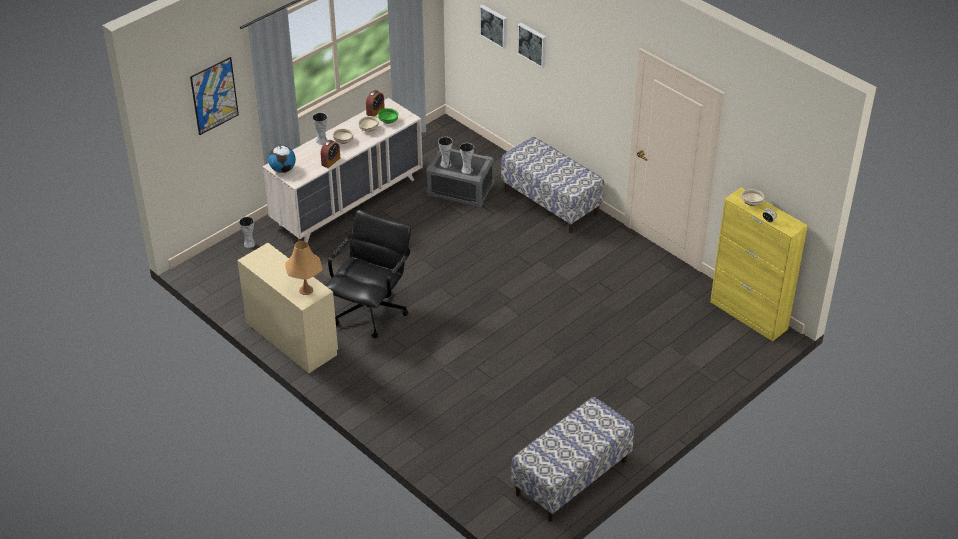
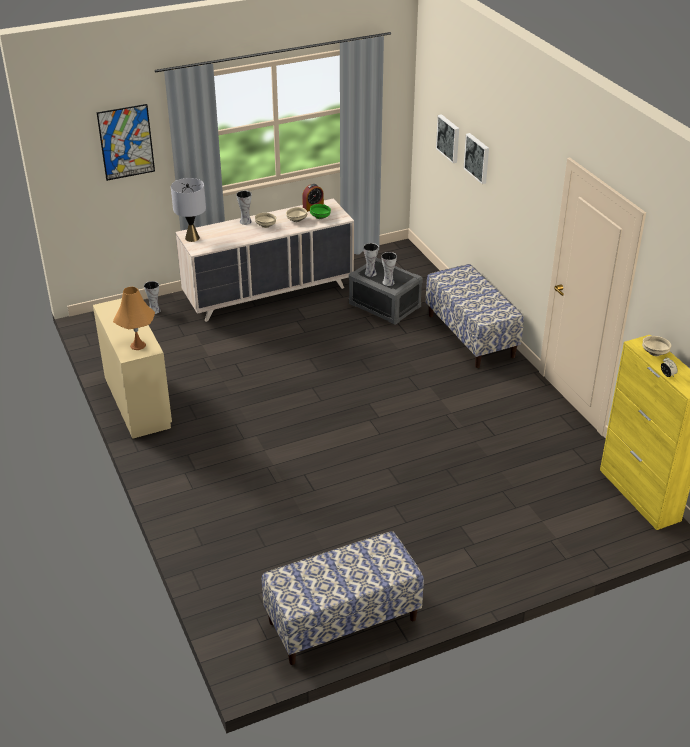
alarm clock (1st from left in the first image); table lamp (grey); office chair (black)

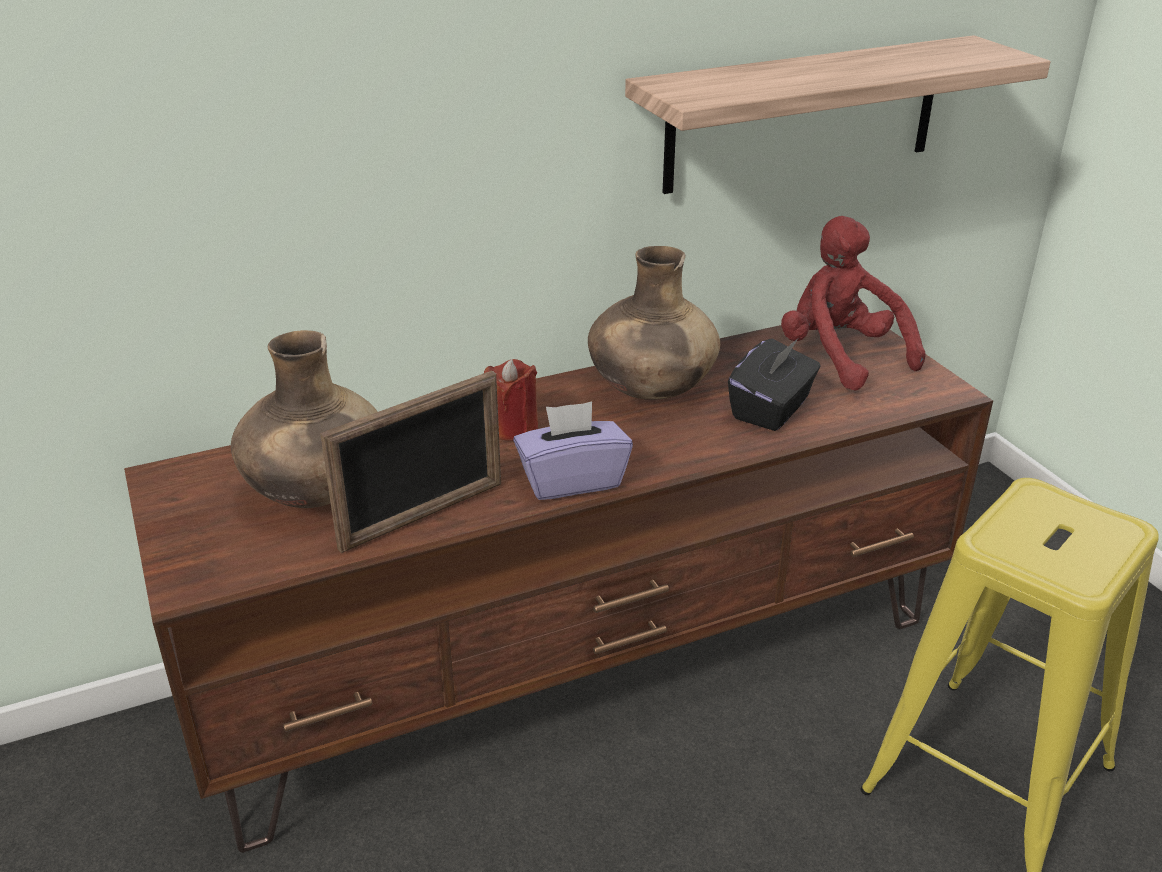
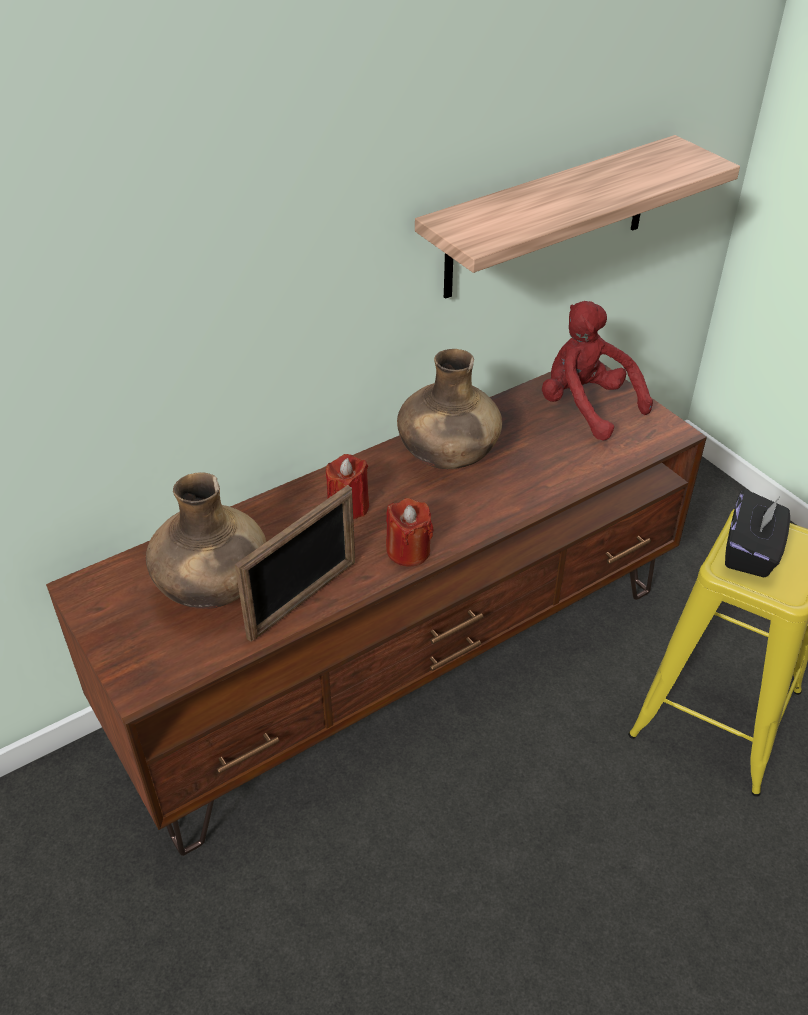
tissue box (black); candle (red) (2nd from left)

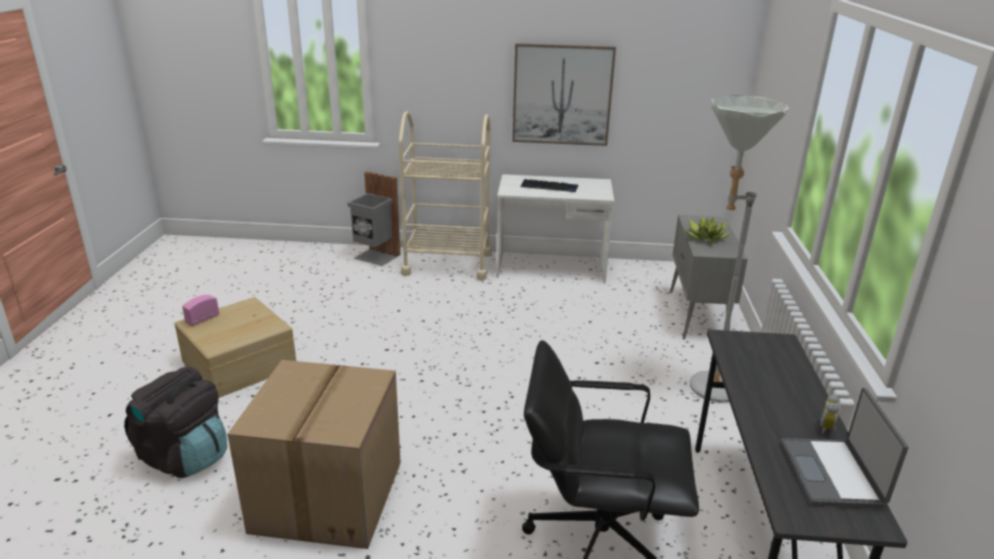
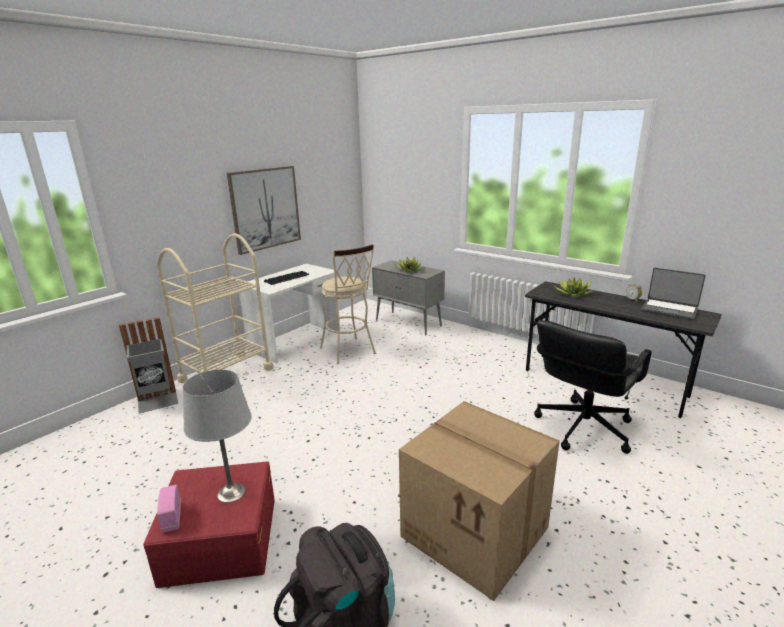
floor lamp (grey); storage box (red); stool (beige); potted plant (2nd from left); table lamp (grey)

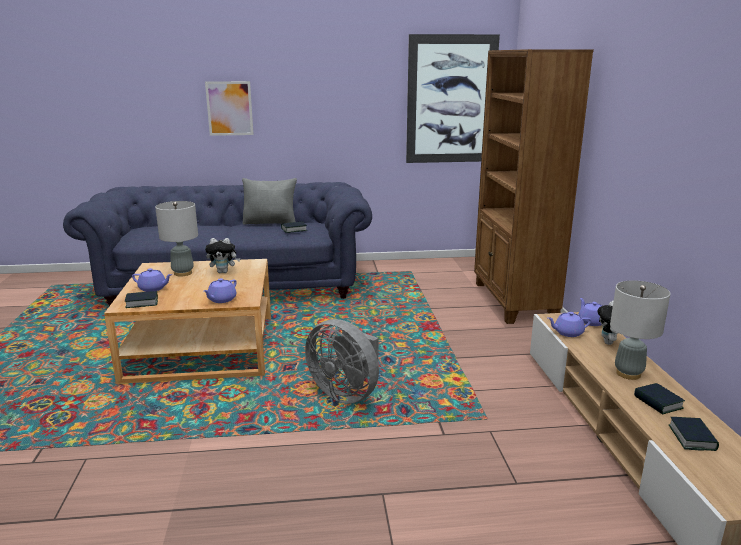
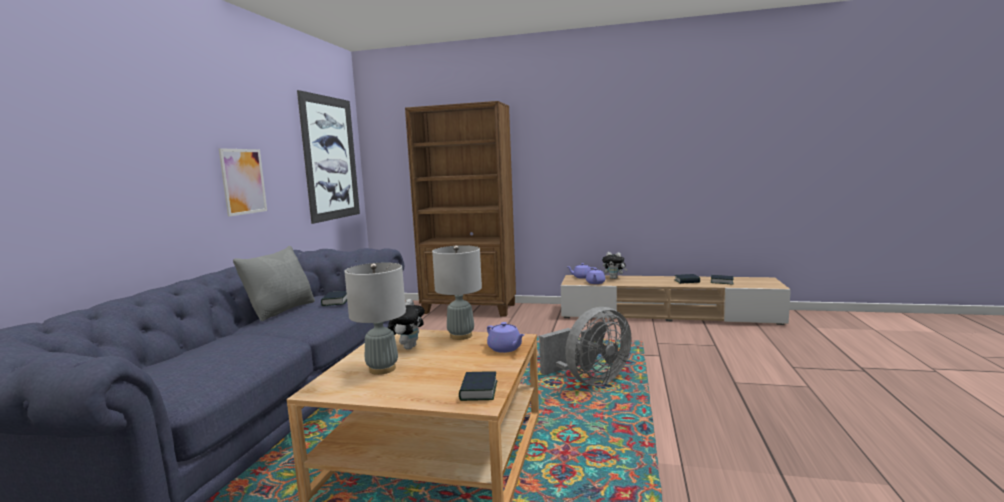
picture (1st from left); teapot (purple) (1st from left in the first image); table lamp (grey) (2nd from left)

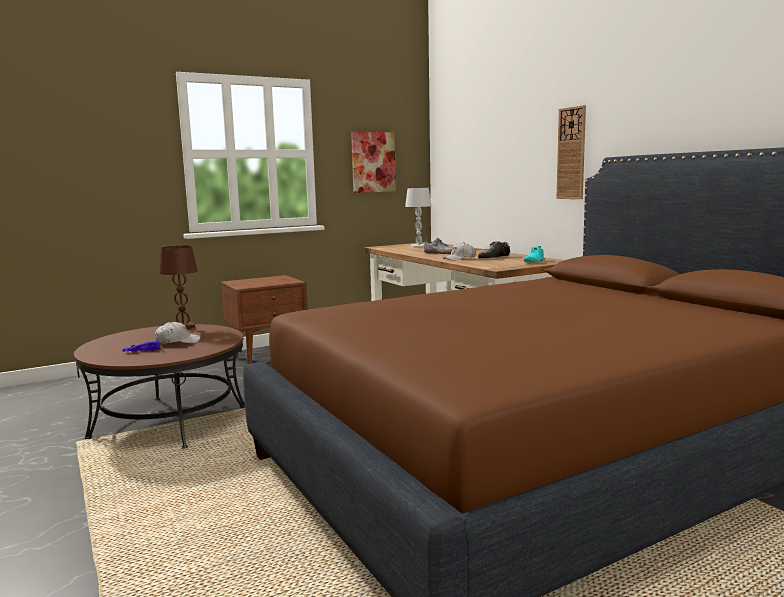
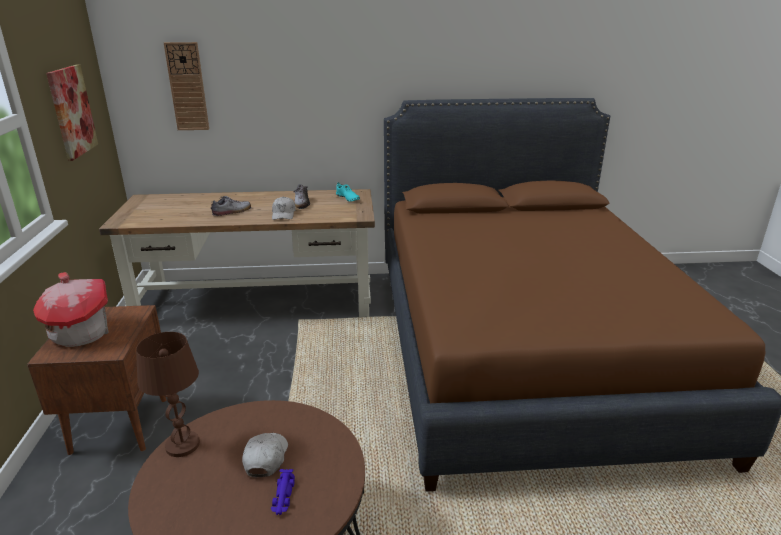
wall clock; table lamp (white); toy house

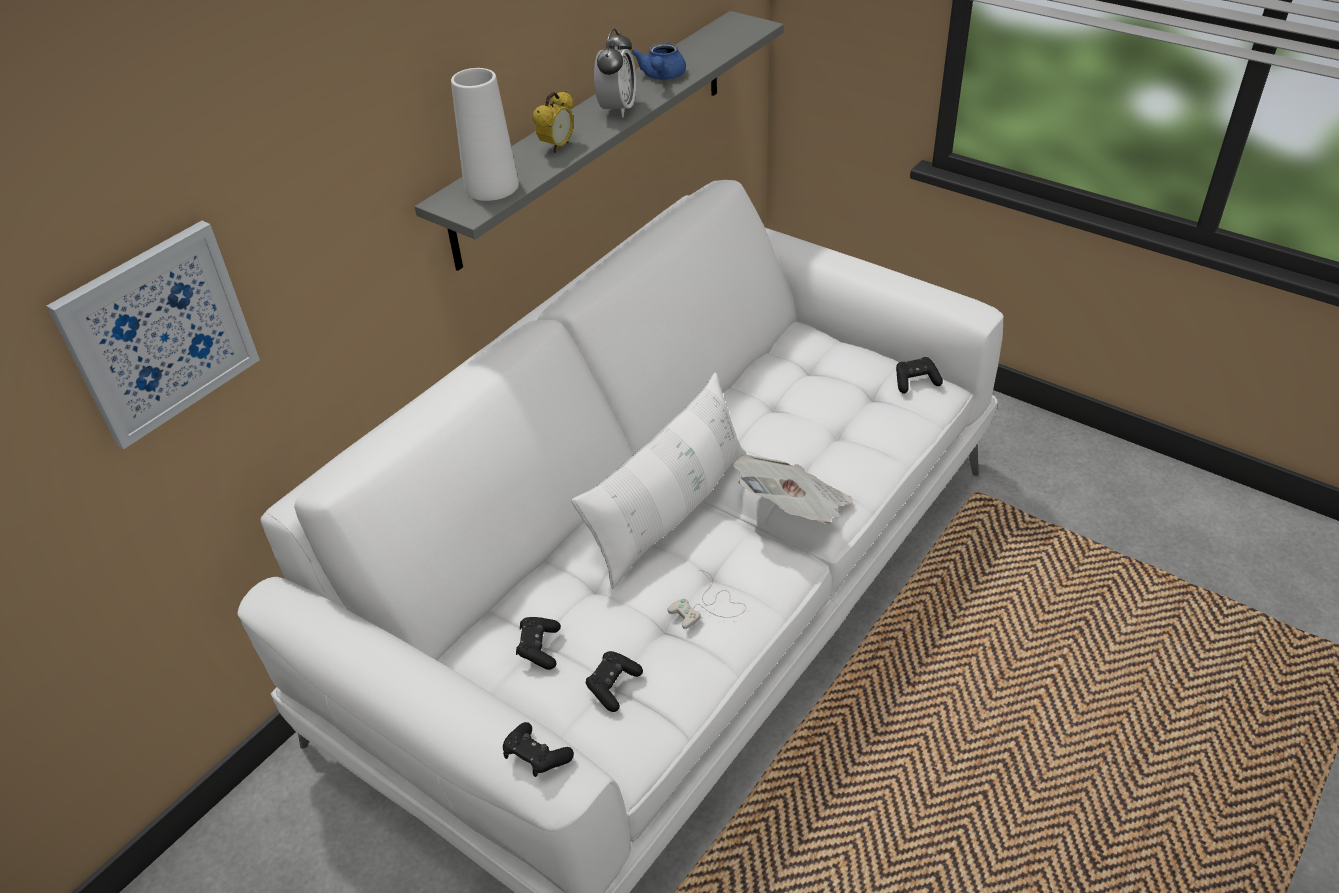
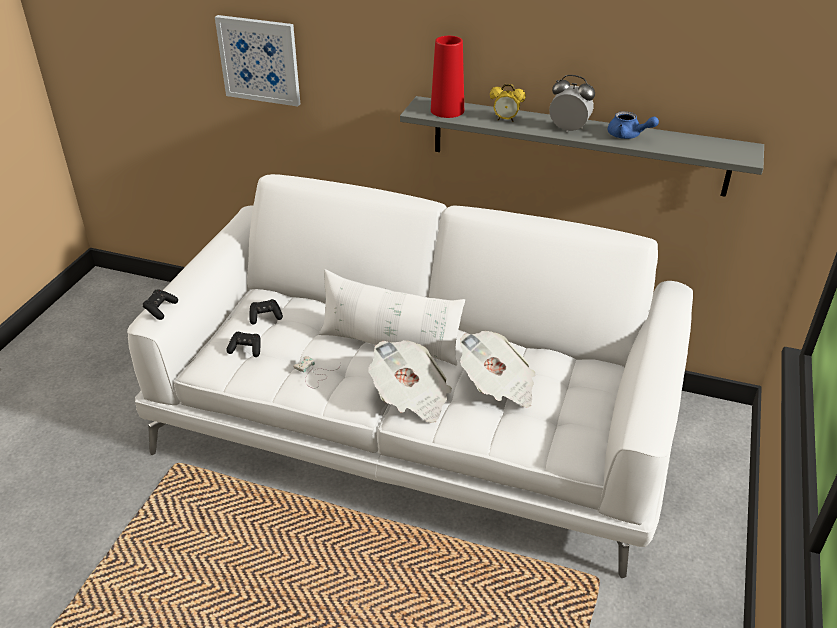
alarm clock (2nd from left); teapot (blue); vase (red); game controller (black) (4th from left in the first image); newspaper (2nd from left)

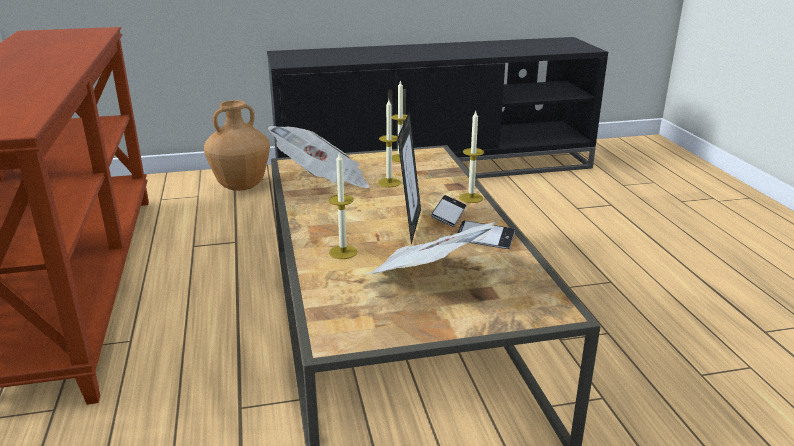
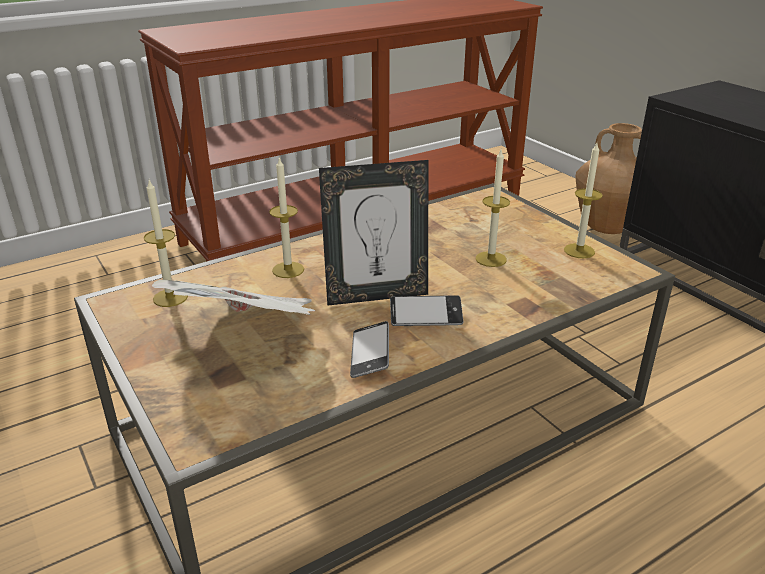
candle (1st from left); newspaper (1st from left in the first image)

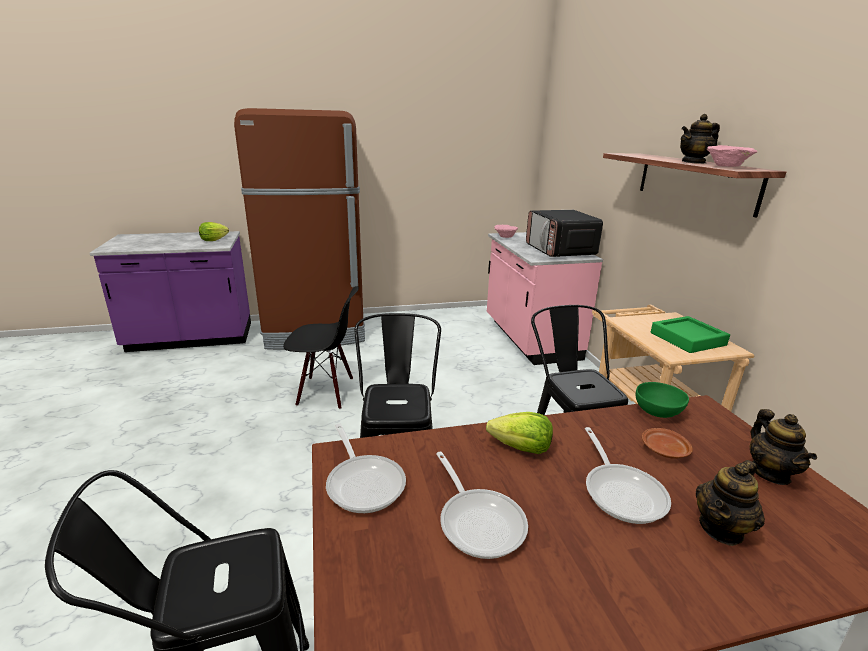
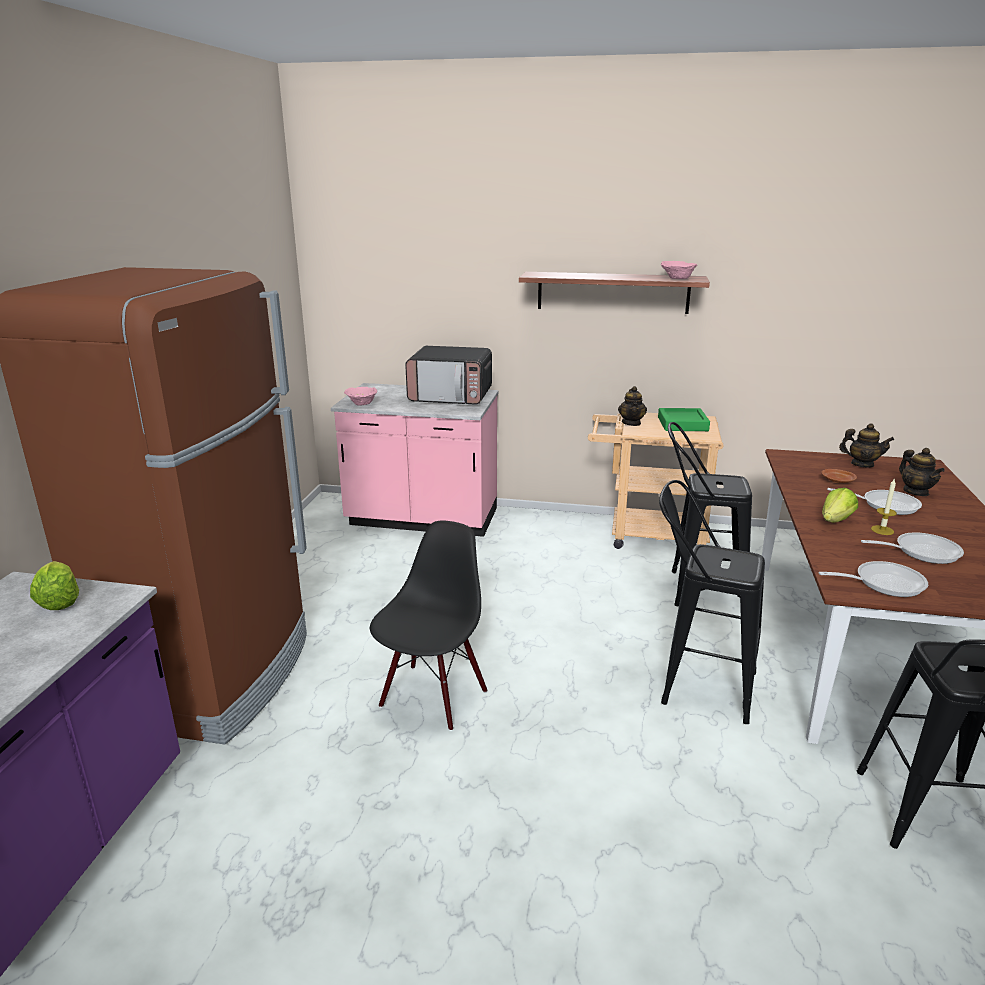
teapot (1st from left); bowl (green); candle

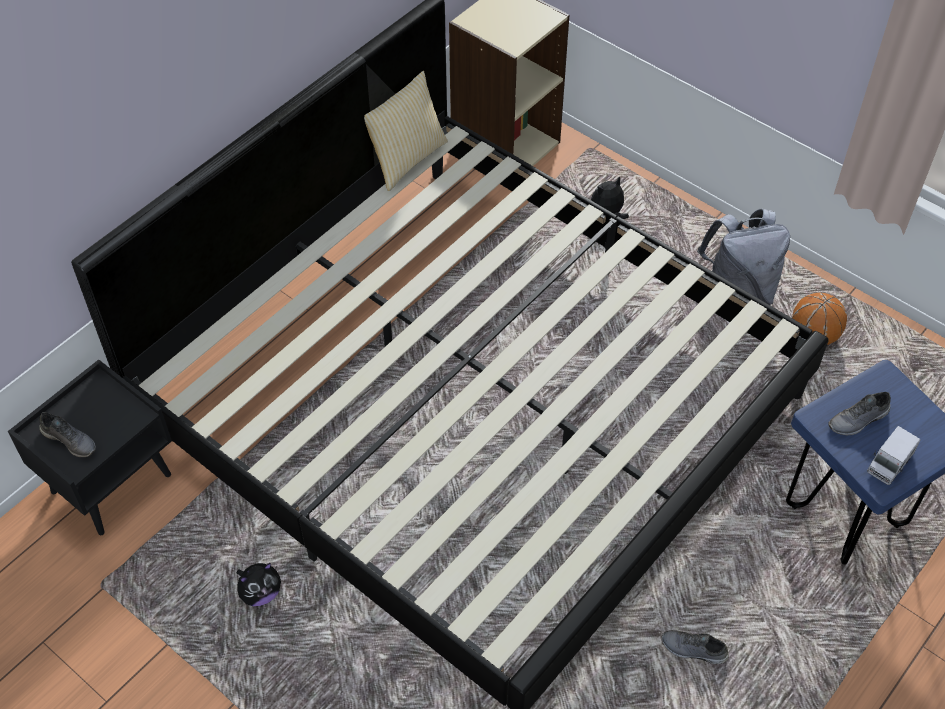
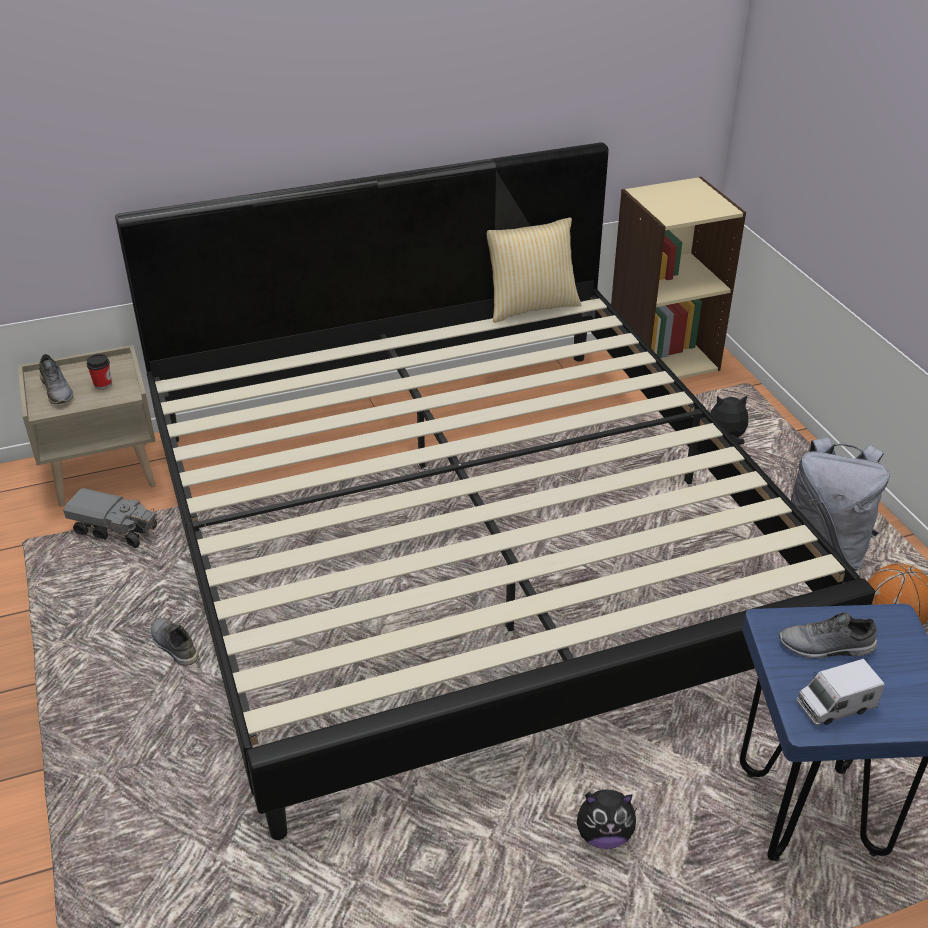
nightstand (beige); plush toy (1st from left); shoe (grey) (2nd from left); cup; toy truck (1st from left)

